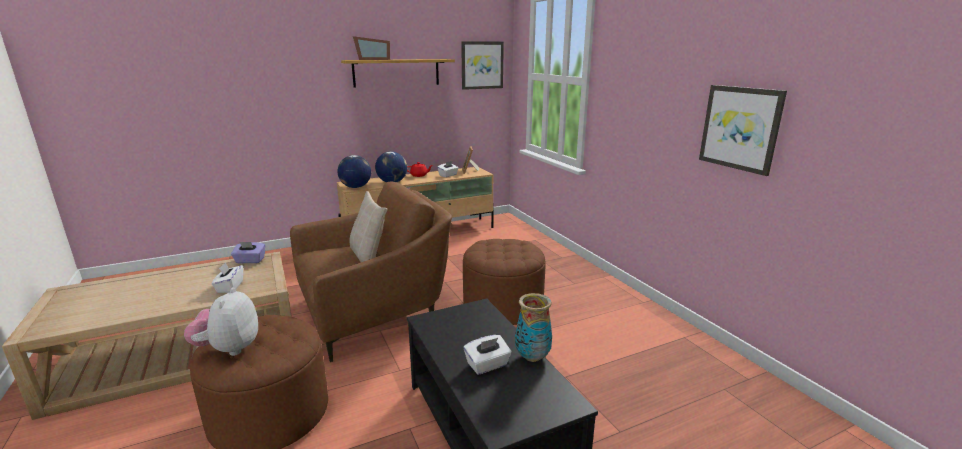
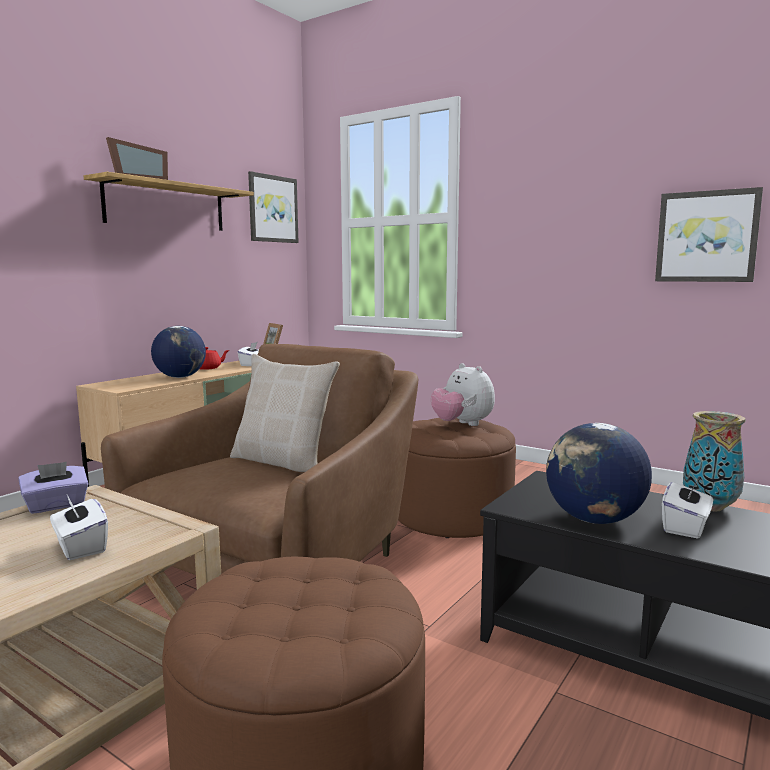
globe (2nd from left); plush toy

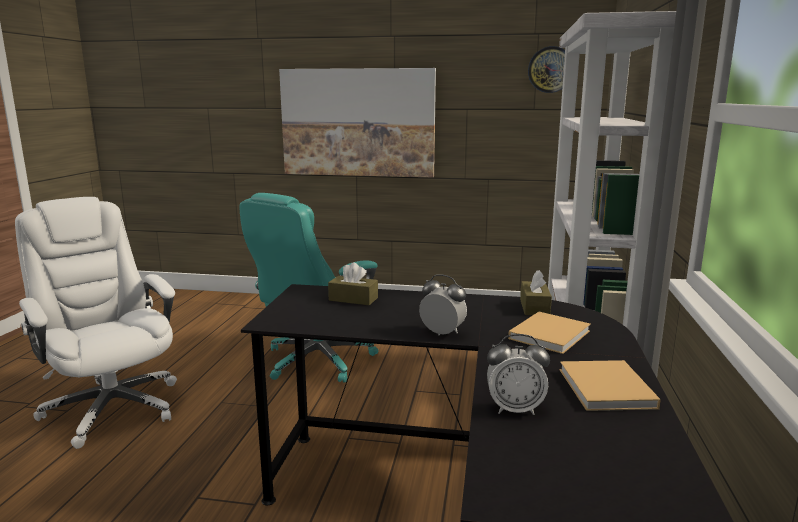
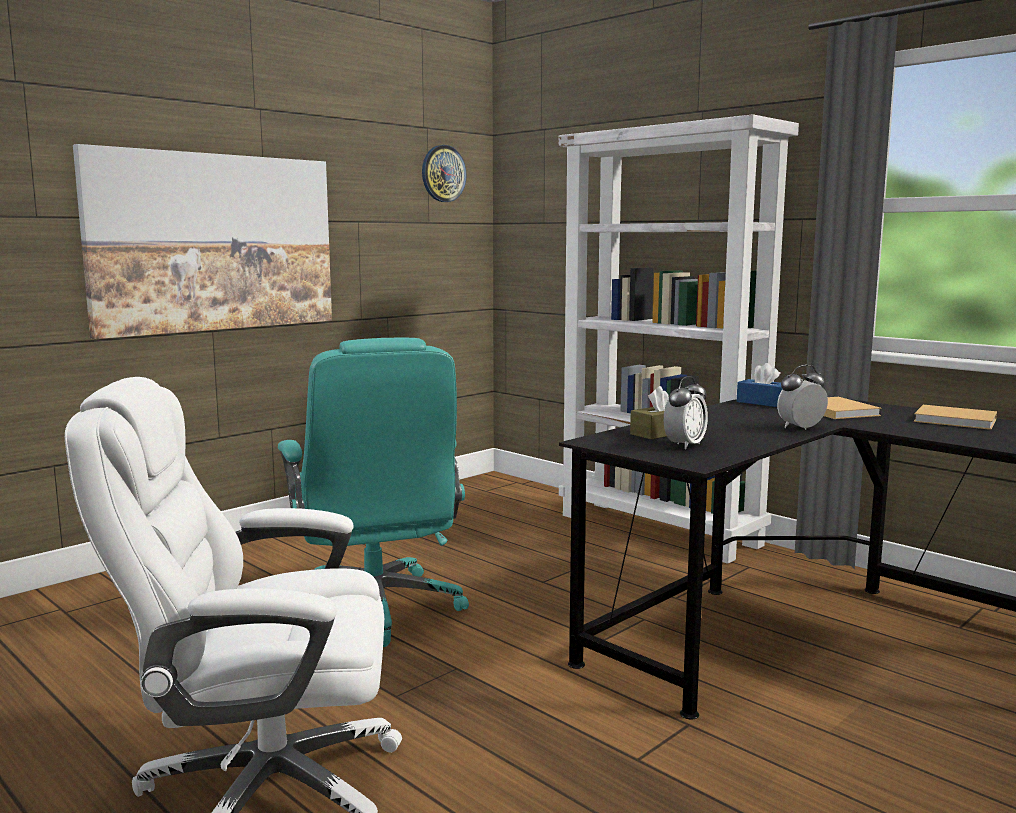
tissue box (blue); alarm clock (1st from left)

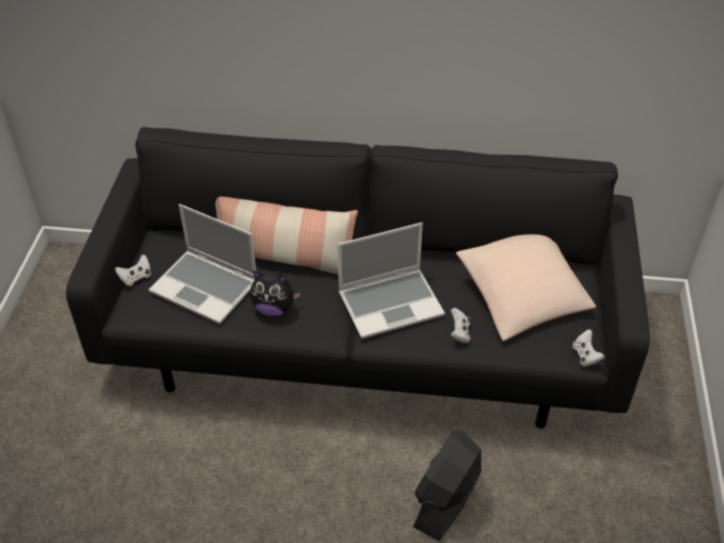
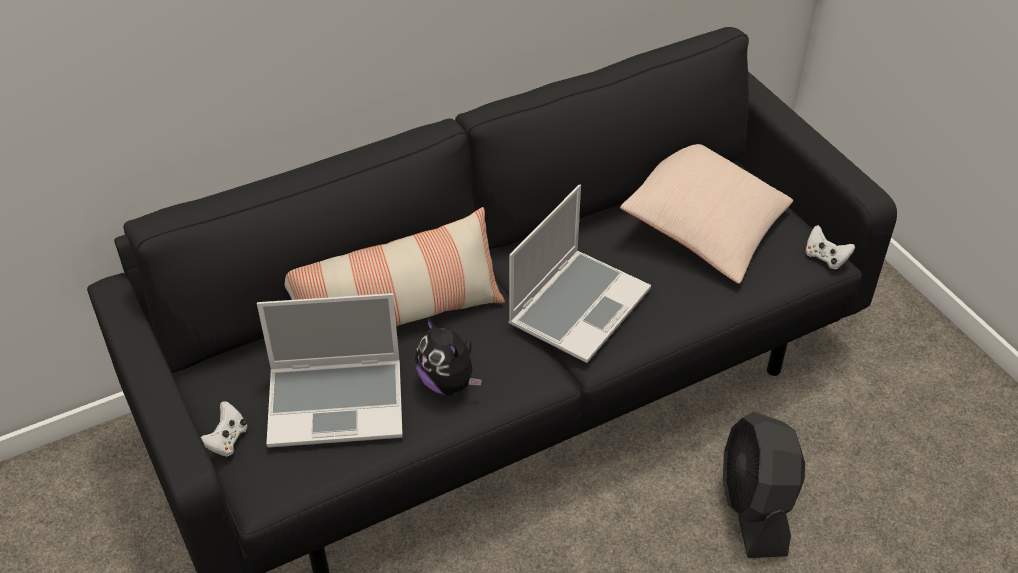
plush toy; game controller (white) (2nd from left in the first image)

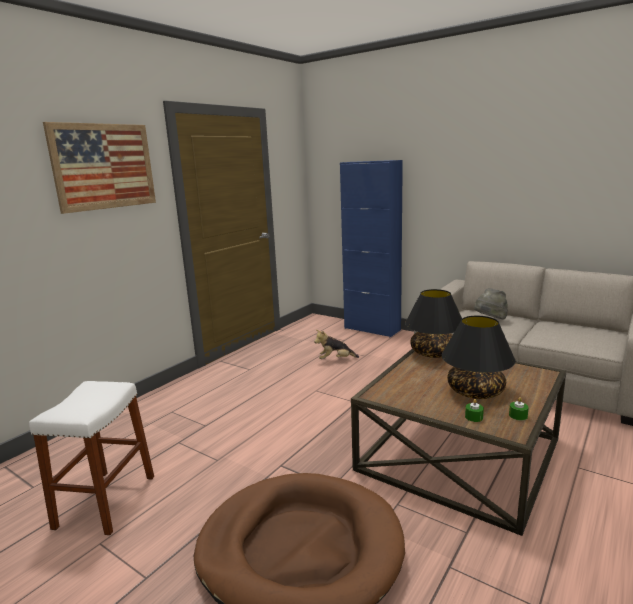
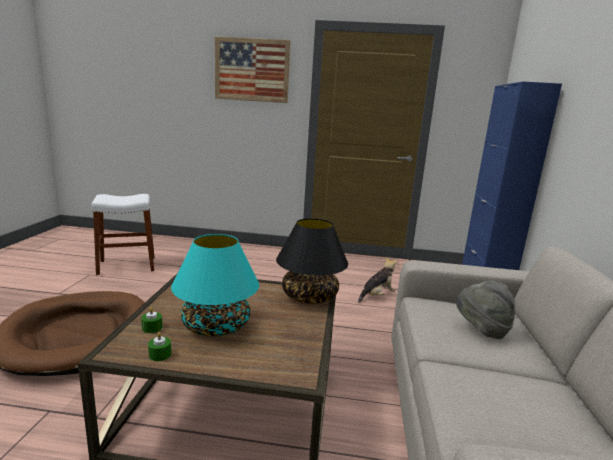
table lamp (turquoise); plush toy

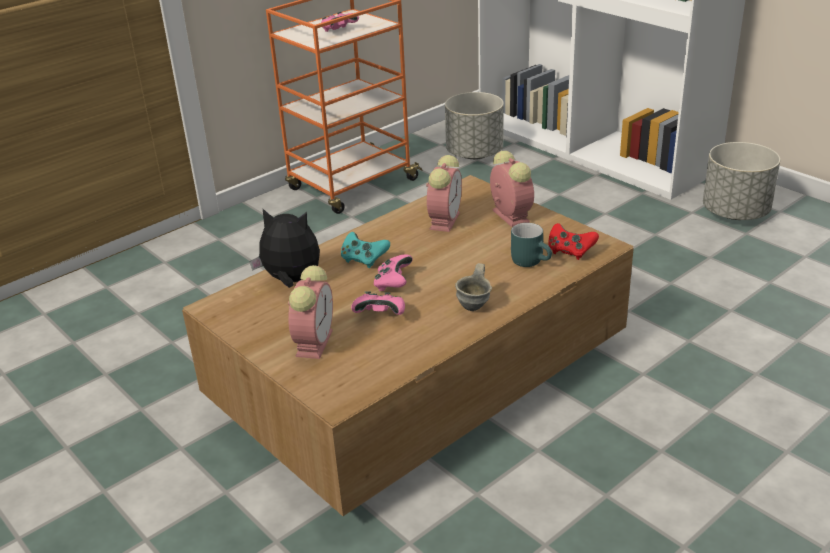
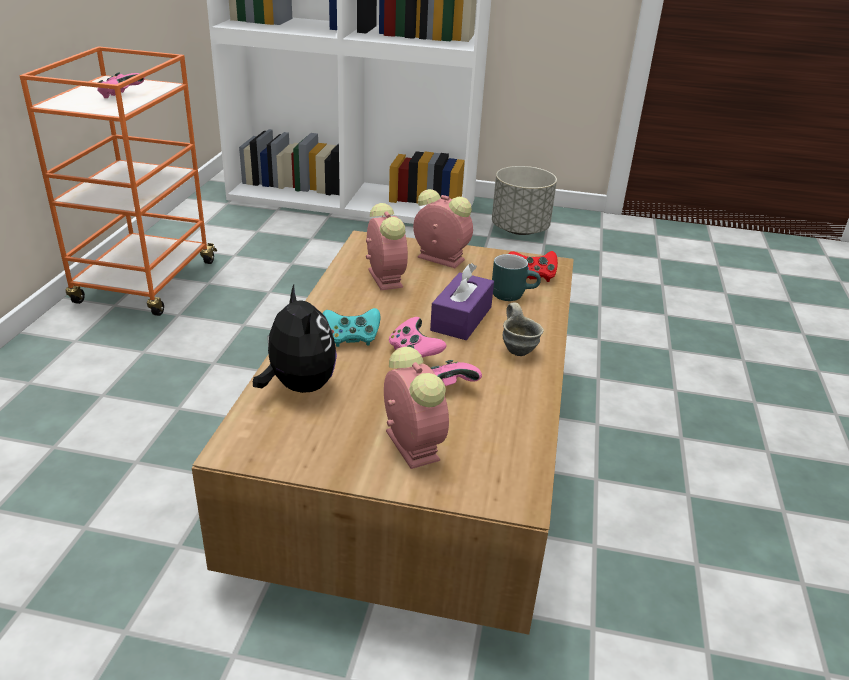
planter (grey) (1st from left in the first image); plush toy; tissue box (purple)

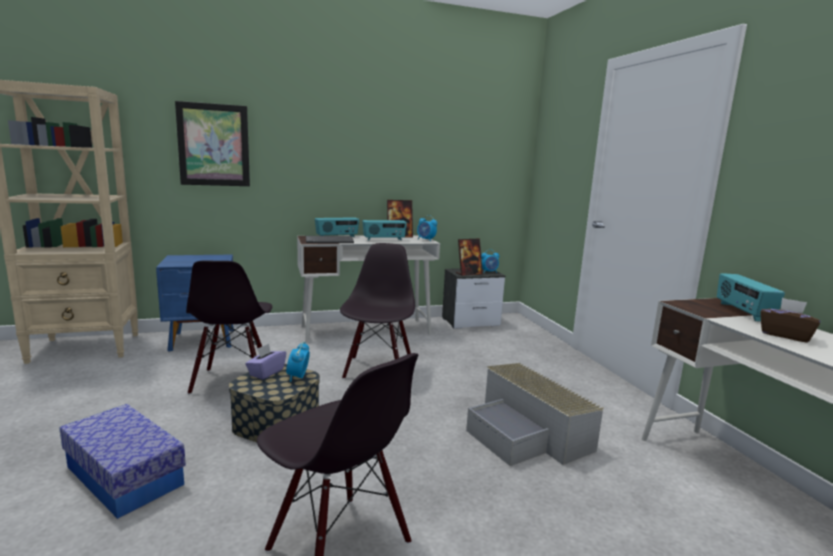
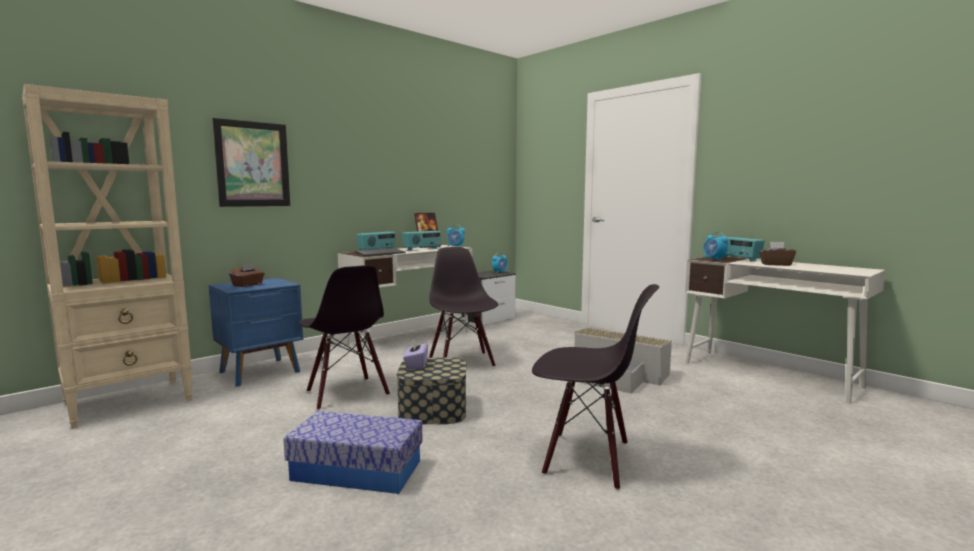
picture frame (2nd from left in the first image); alarm clock (3rd from left); tissue box (brown) (1st from left)

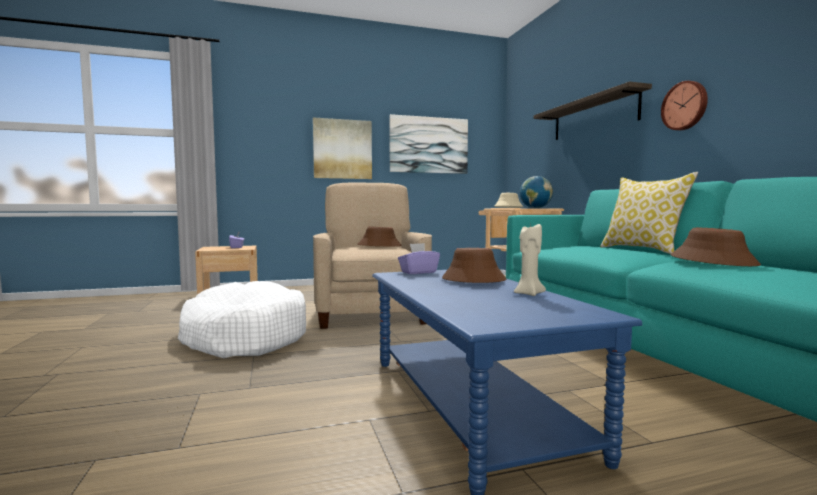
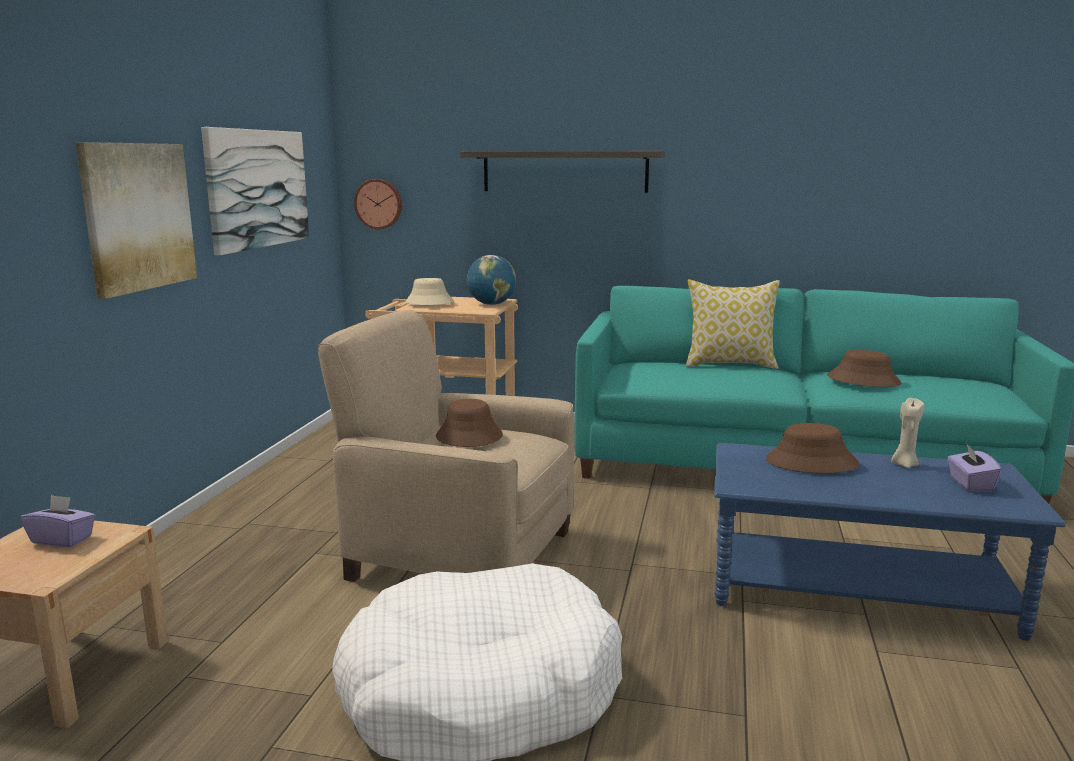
wall clock; tissue box (purple) (2nd from left)

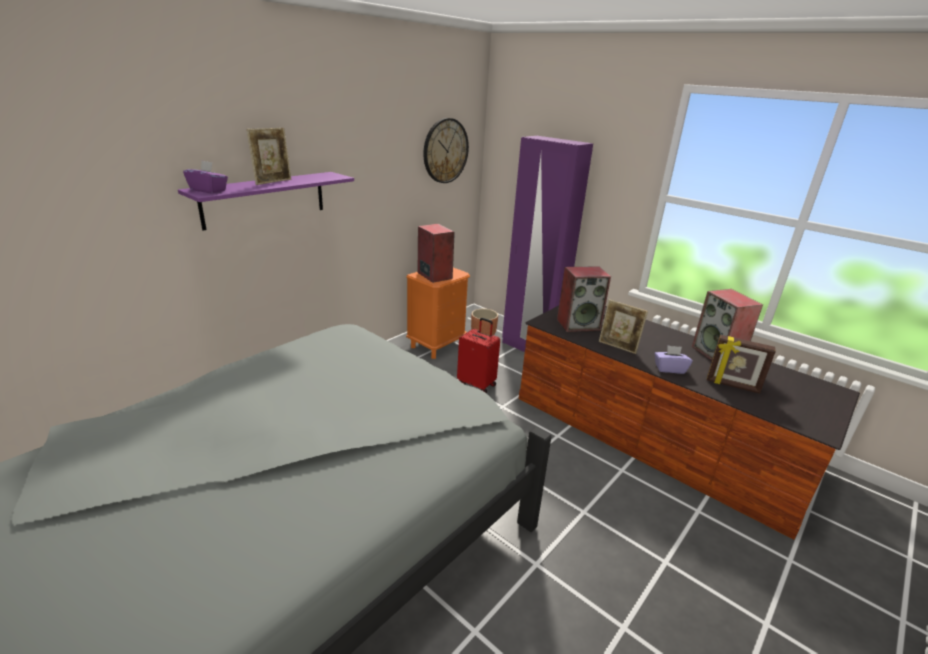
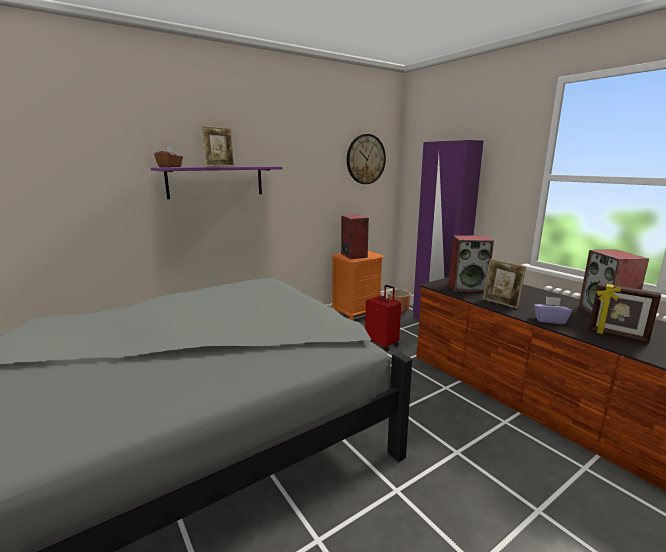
tissue box (brown)

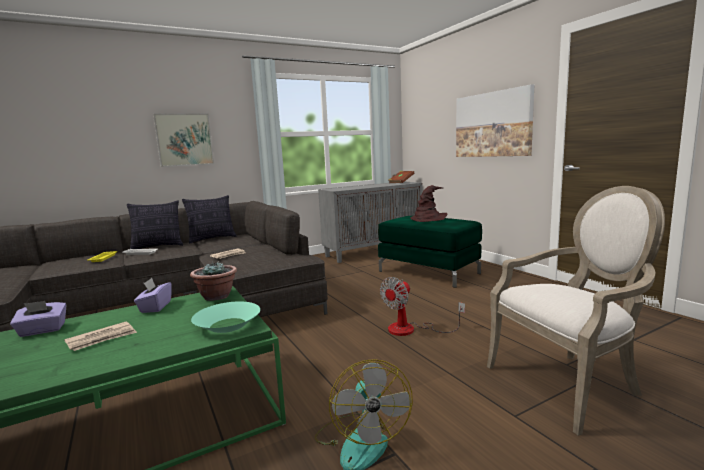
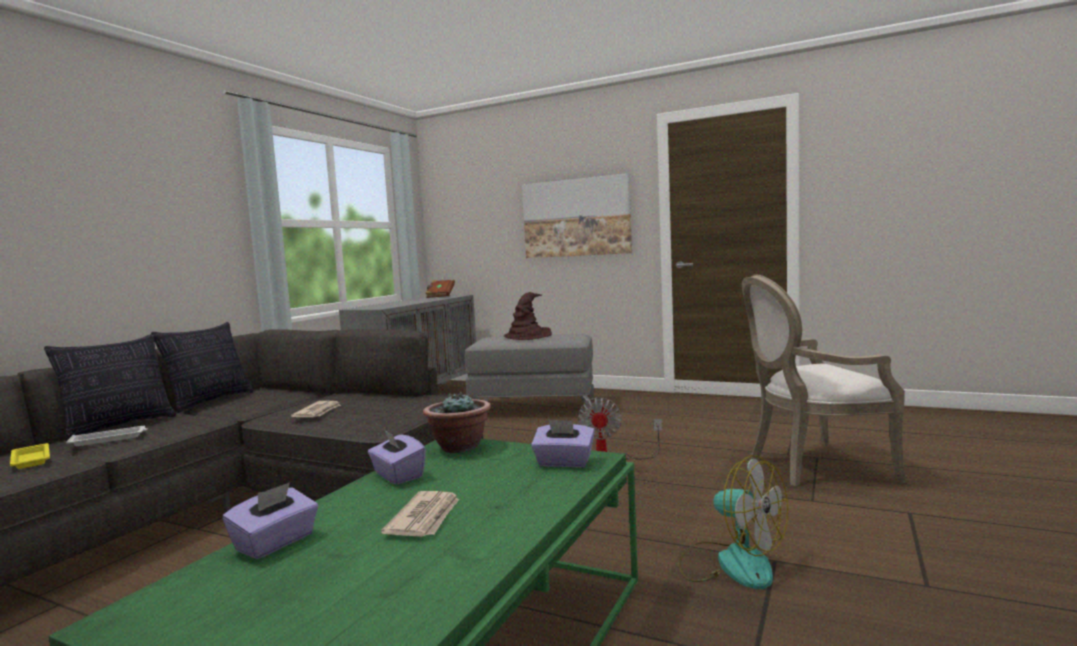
picture (1st from left in the first image); armchair; ottoman (grey); tissue box (purple) (3rd from left)

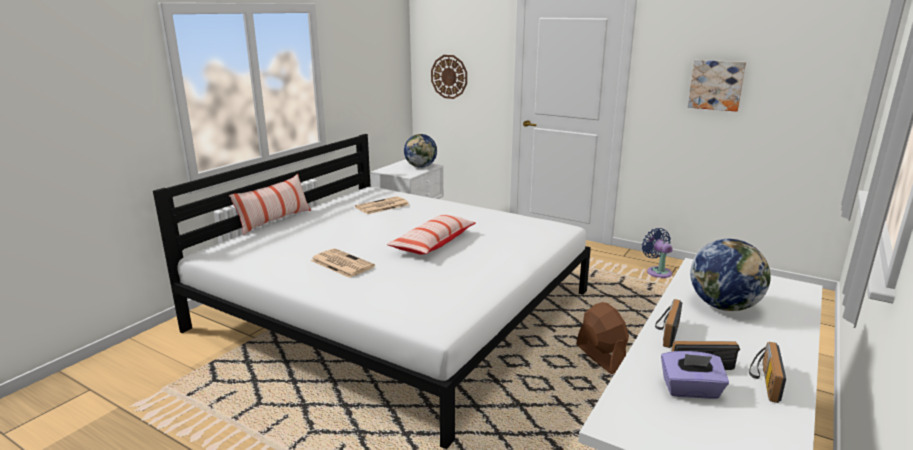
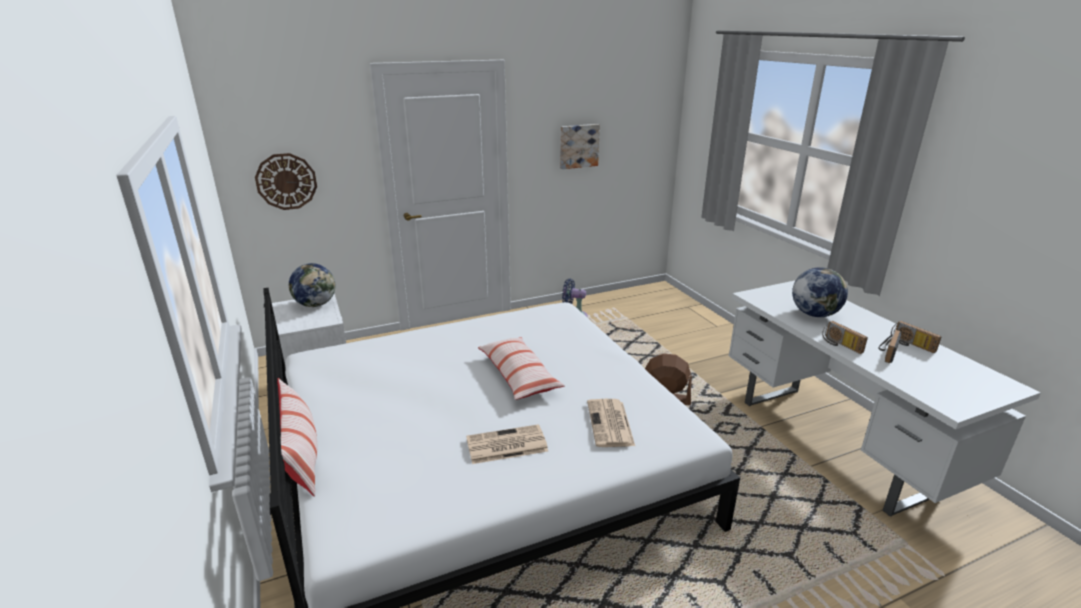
newspaper (2nd from left); tissue box (purple)

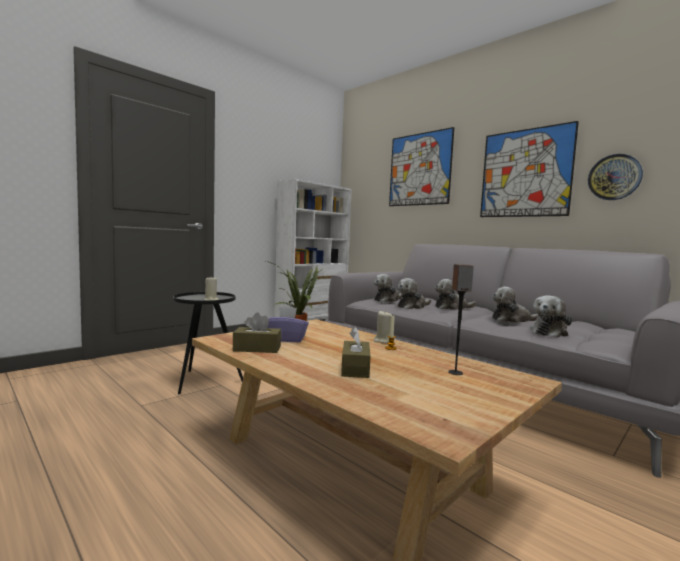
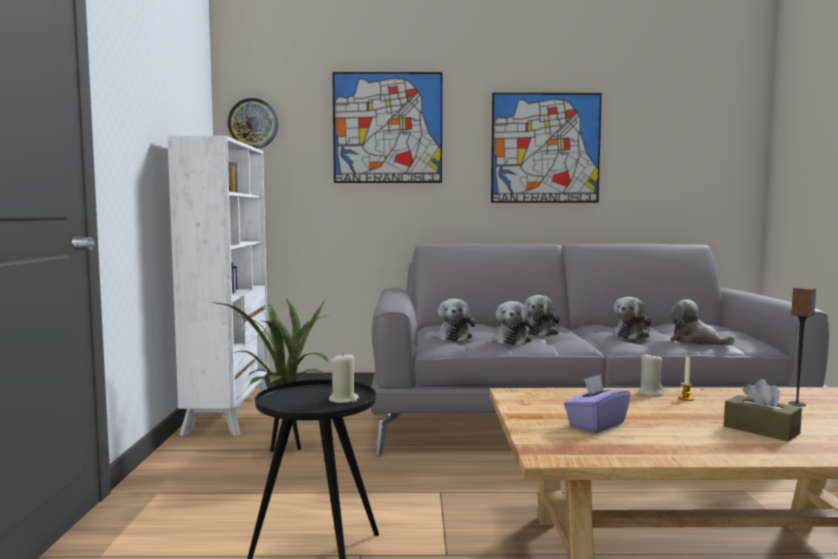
wall clock; plush toy (5th from left); tissue box (brown) (1st from left in the first image)

